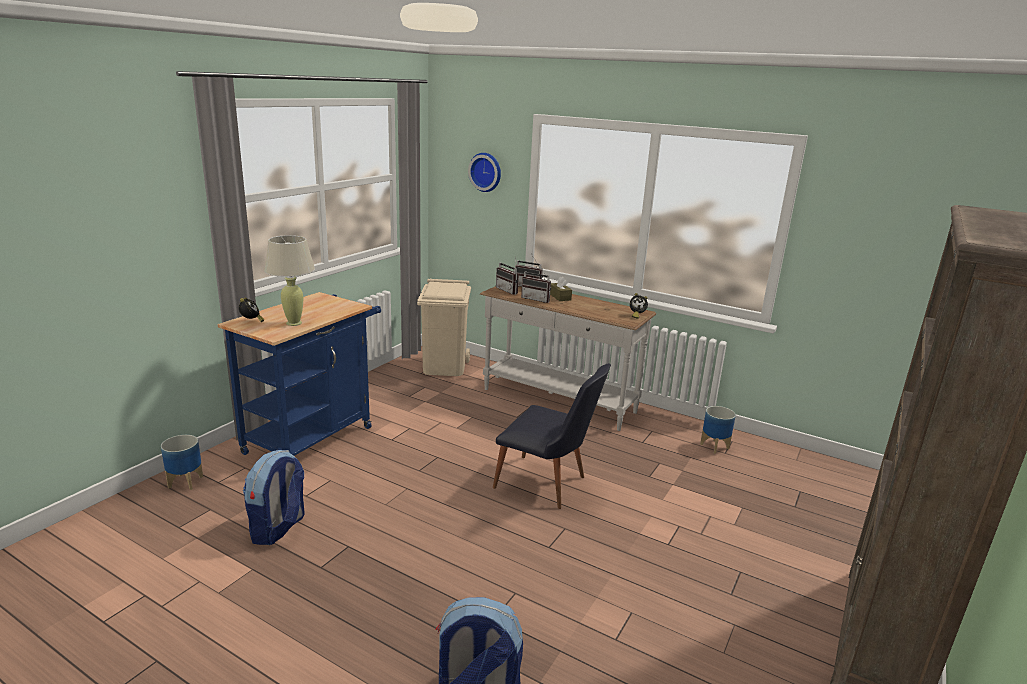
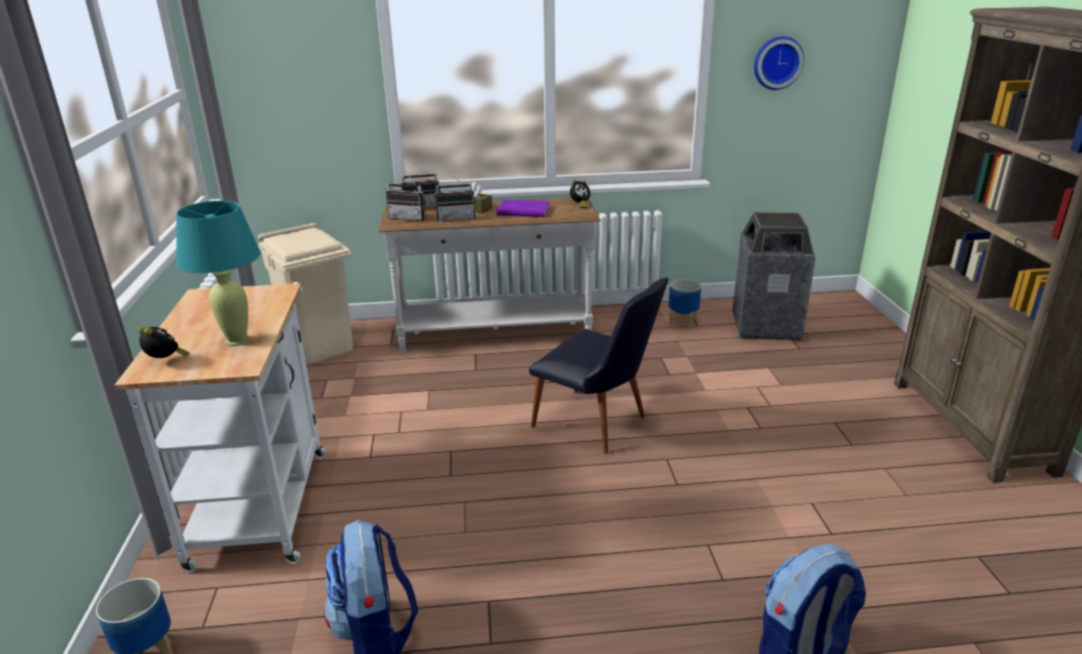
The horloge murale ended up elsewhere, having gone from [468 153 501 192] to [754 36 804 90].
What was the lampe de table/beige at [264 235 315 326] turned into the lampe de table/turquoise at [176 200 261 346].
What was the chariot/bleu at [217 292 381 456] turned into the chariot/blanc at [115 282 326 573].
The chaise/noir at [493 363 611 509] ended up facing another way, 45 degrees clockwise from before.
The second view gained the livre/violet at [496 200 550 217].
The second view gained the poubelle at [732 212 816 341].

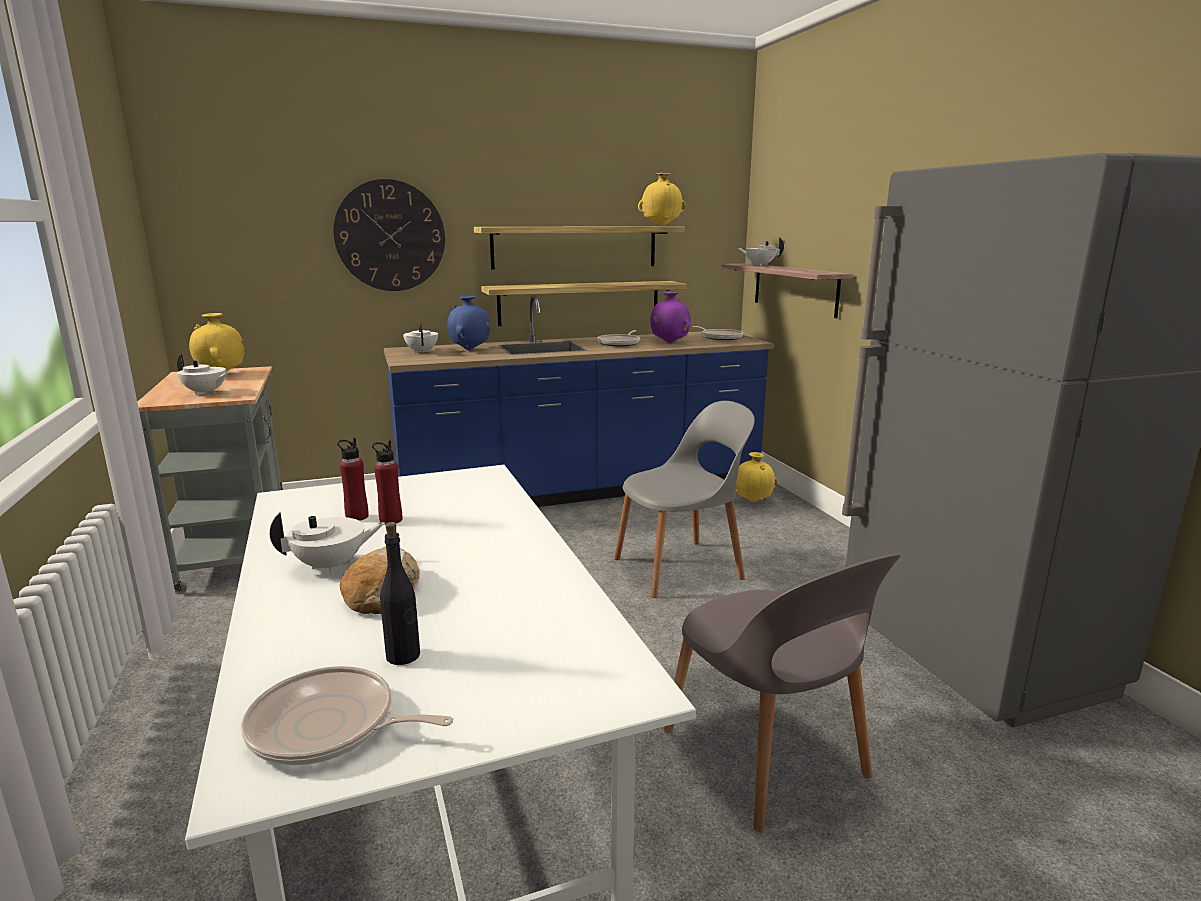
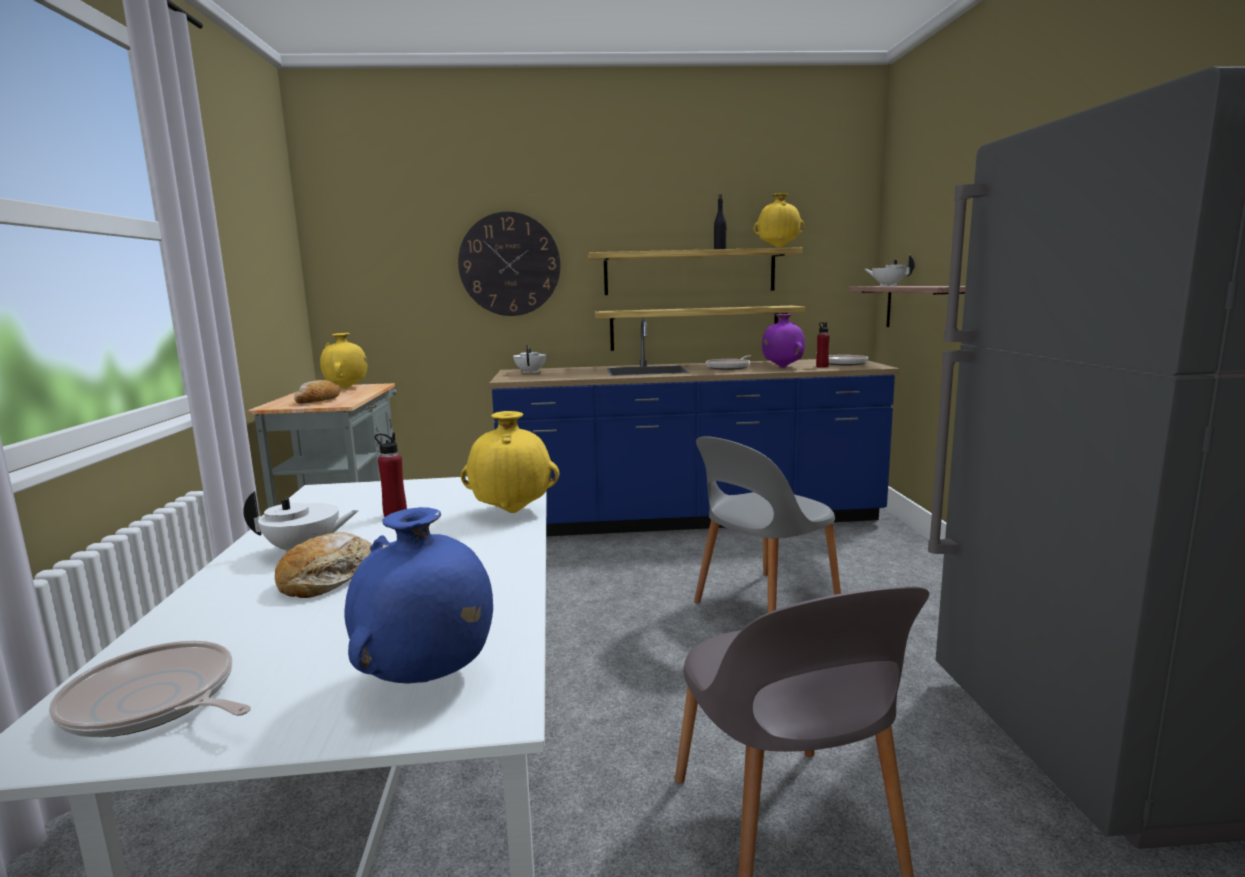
The vase/bleu ended up elsewhere, having gone from [447 296 490 350] to [344 507 493 683].
Where the théière/blanc stood at [177 354 229 396], the pain came to stand at [294 380 340 404].
The chaise/gris at [614 401 755 598] ended up facing another way, 150 degrees clockwise from before.
The bouteille/rouge ended up elsewhere, having gone from [337 438 369 521] to [816 322 830 368].
The vase/jaune ended up elsewhere, having gone from [736 452 777 502] to [461 411 559 513].
The bouteille/noir ended up elsewhere, having gone from [380 522 420 665] to [714 194 727 249].

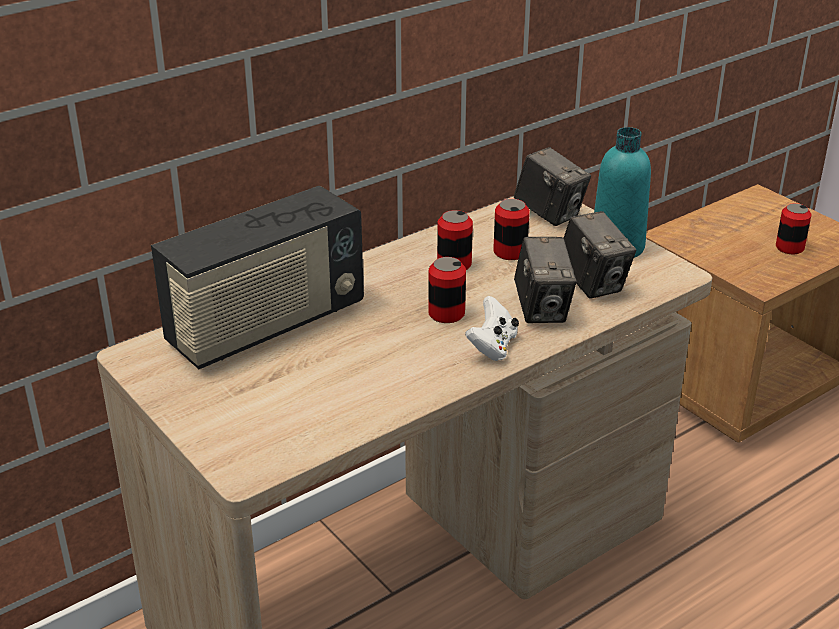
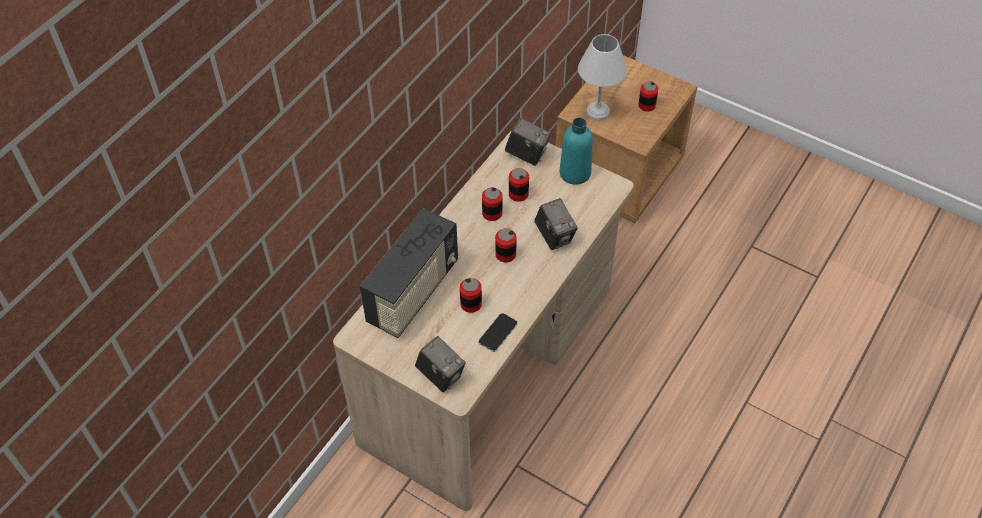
The appareil photo ended up elsewhere, having gone from [564 211 636 299] to [415 336 466 392].
The second view lost the manette/blanc at [465 296 519 361].
The second view gained the lampe de table/blanc at [578 34 627 121].
The second view gained the boîte métallique at [460 278 482 313].
The second view gained the téléphone at [478 313 518 352].

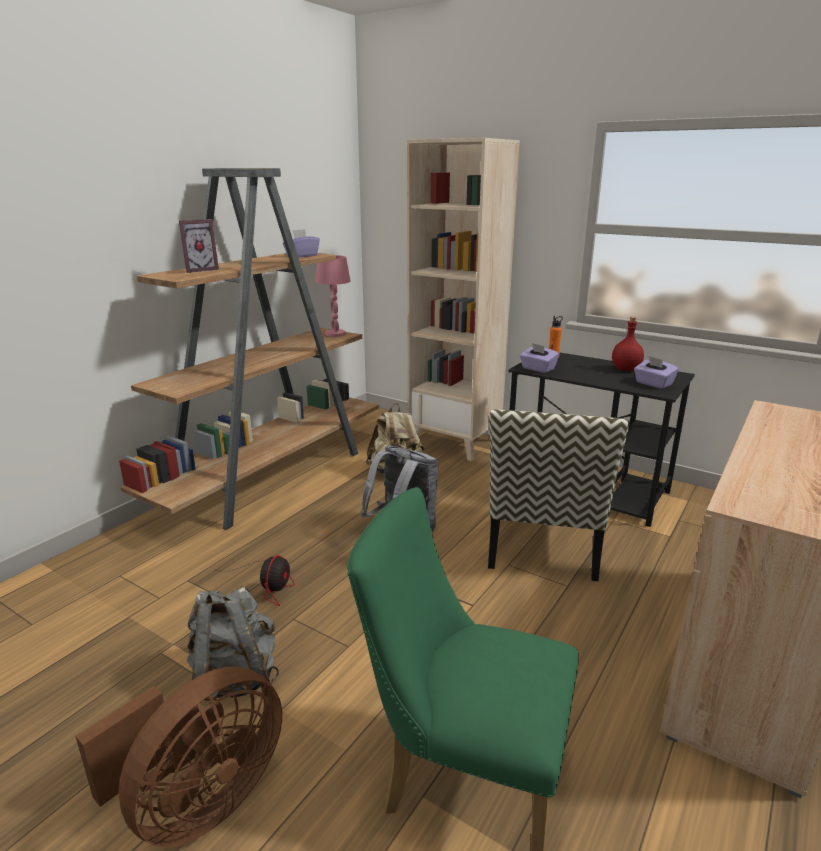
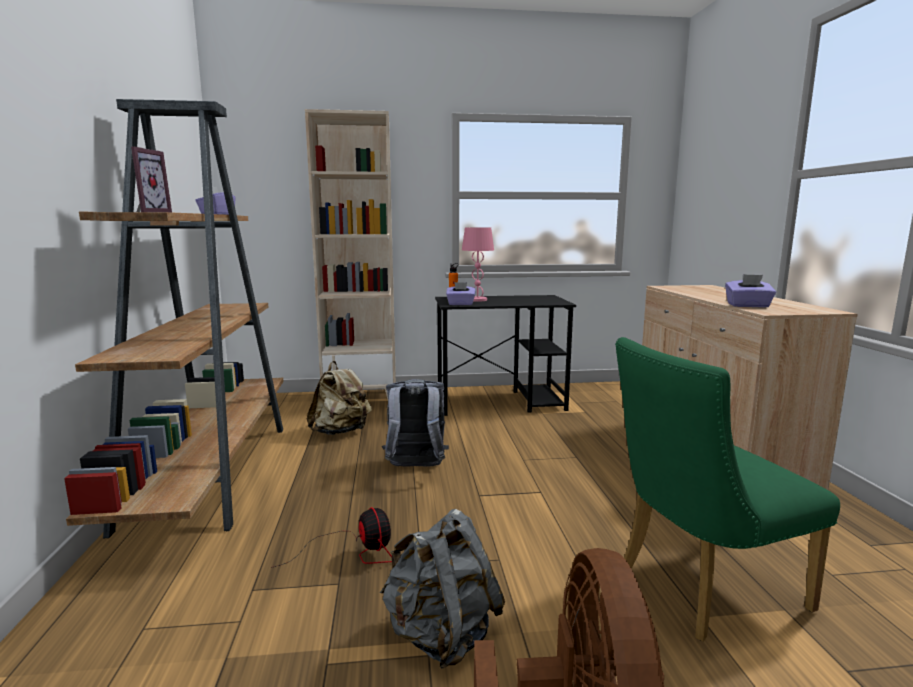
The lampe de table/rose ended up elsewhere, having gone from [316 255 350 337] to [462 227 494 302].
The second view lost the bouteille/rouge at [612 317 644 371].
The boîte à mouchoirs/violet ended up elsewhere, having gone from [634 356 679 389] to [725 274 776 308].
The second view lost the chaise at [488 409 629 581].

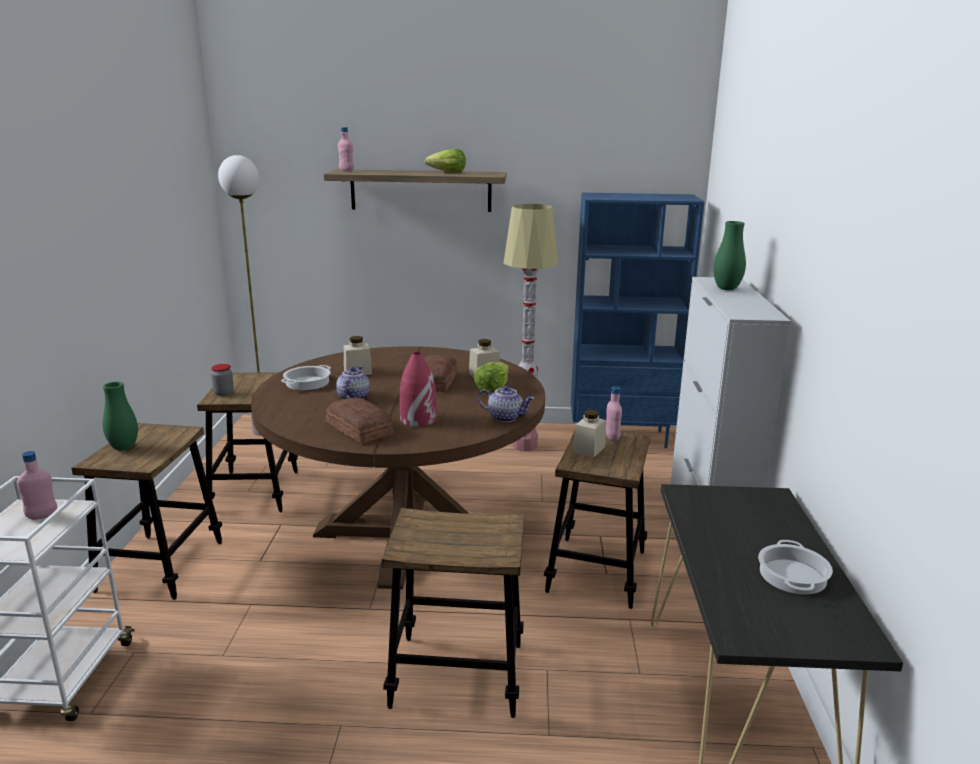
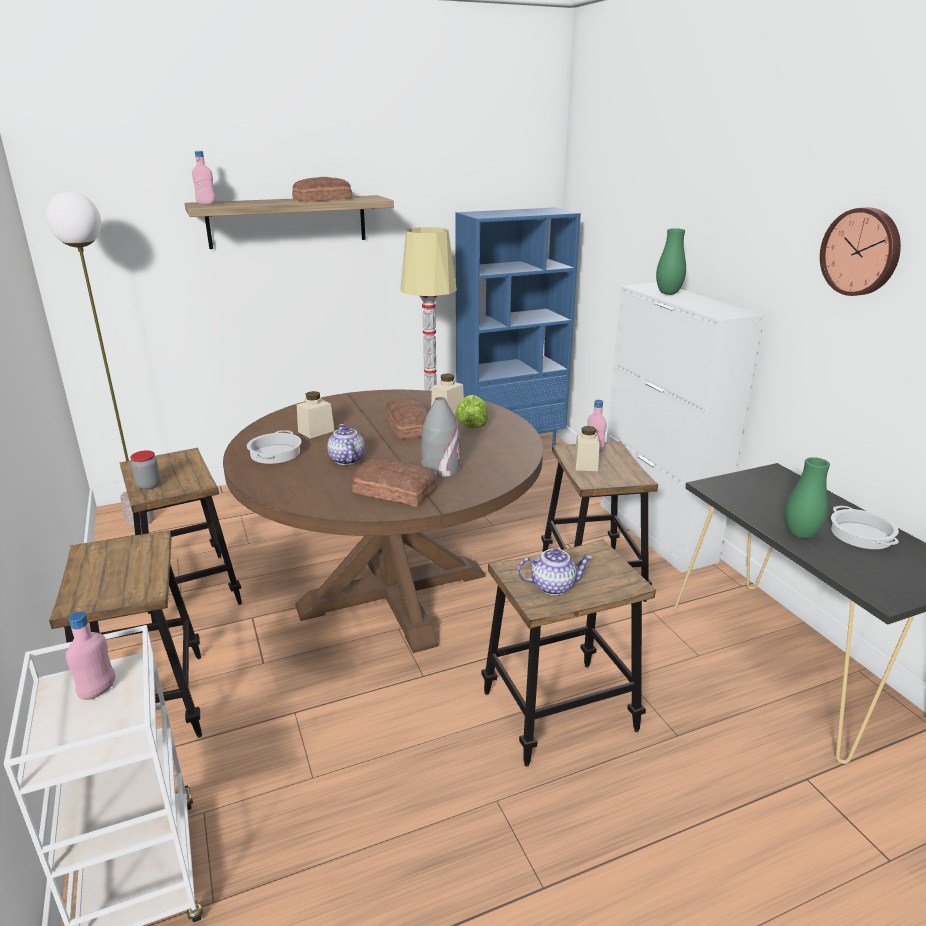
Where the laitue stood at [424 149 466 173], the pain came to stand at [292 177 352 202].
What was the vase/rouge at [400 352 437 427] turned into the vase/gris at [421 397 461 477].
The vase/vert ended up elsewhere, having gone from [103 382 138 451] to [785 457 830 539].
The théière ended up elsewhere, having gone from [478 385 534 422] to [517 548 592 595].
The second view gained the horloge murale at [820 207 901 296].

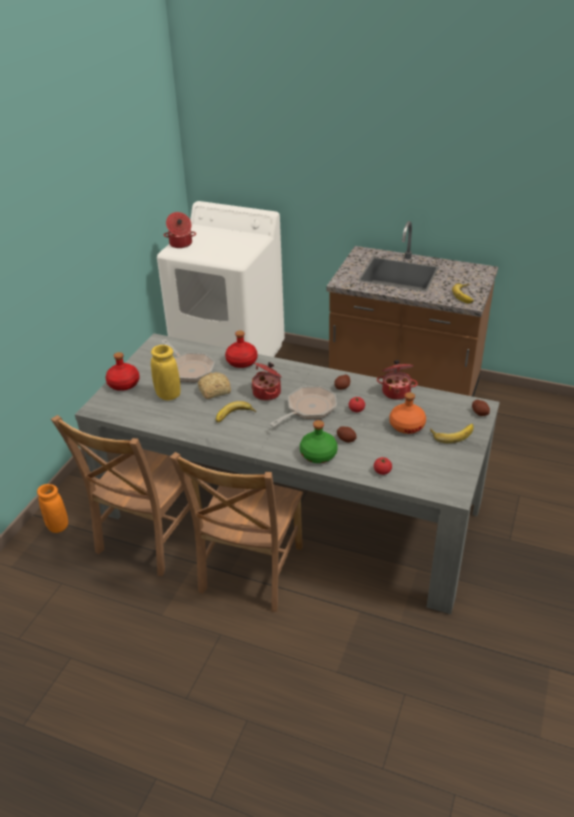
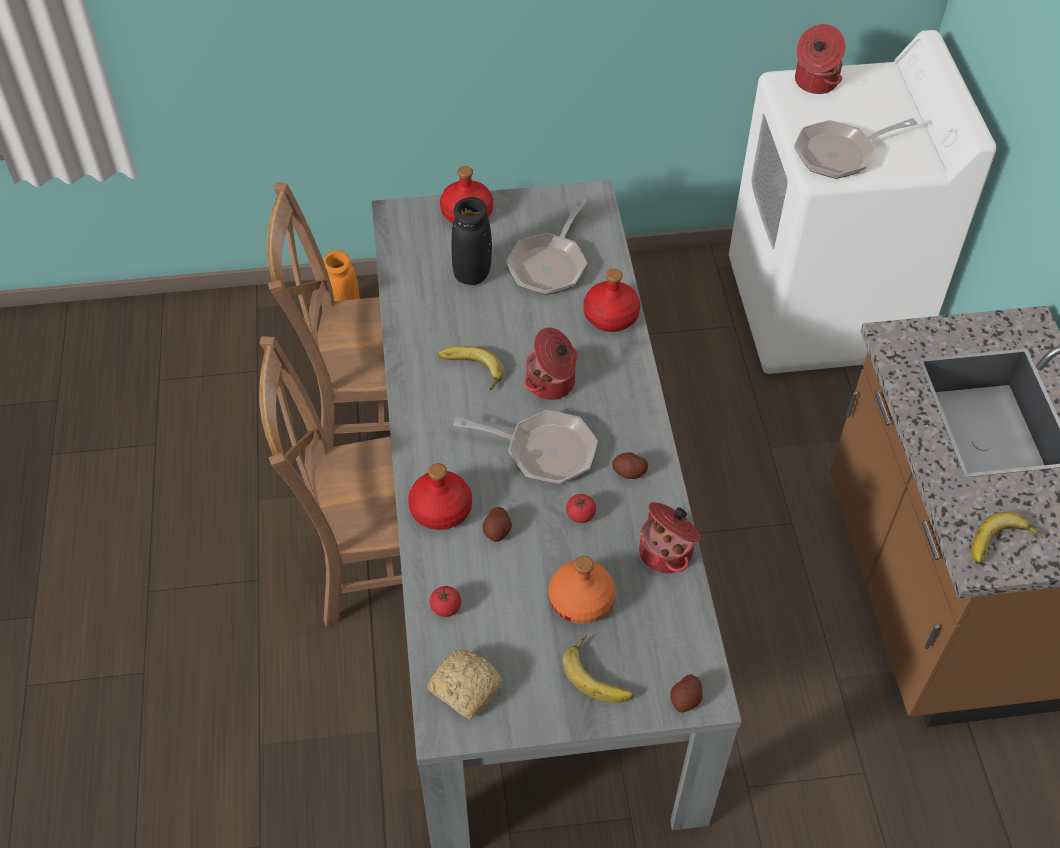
What was the vase/jaune at [151 345 180 400] turned into the vase/noir at [451 197 492 285].
The pain ended up elsewhere, having gone from [197 372 231 399] to [427 650 503 719].
What was the bouteille/vert at [300 420 338 463] turned into the bouteille/rouge at [408 463 472 530].
The second view gained the poêle at [794 118 918 179].

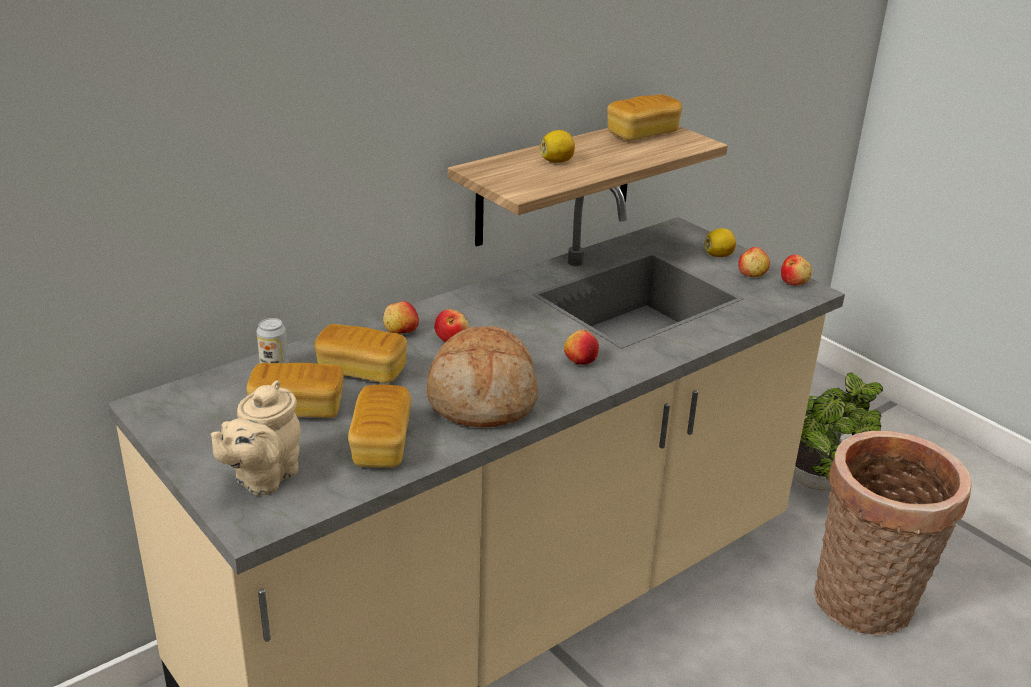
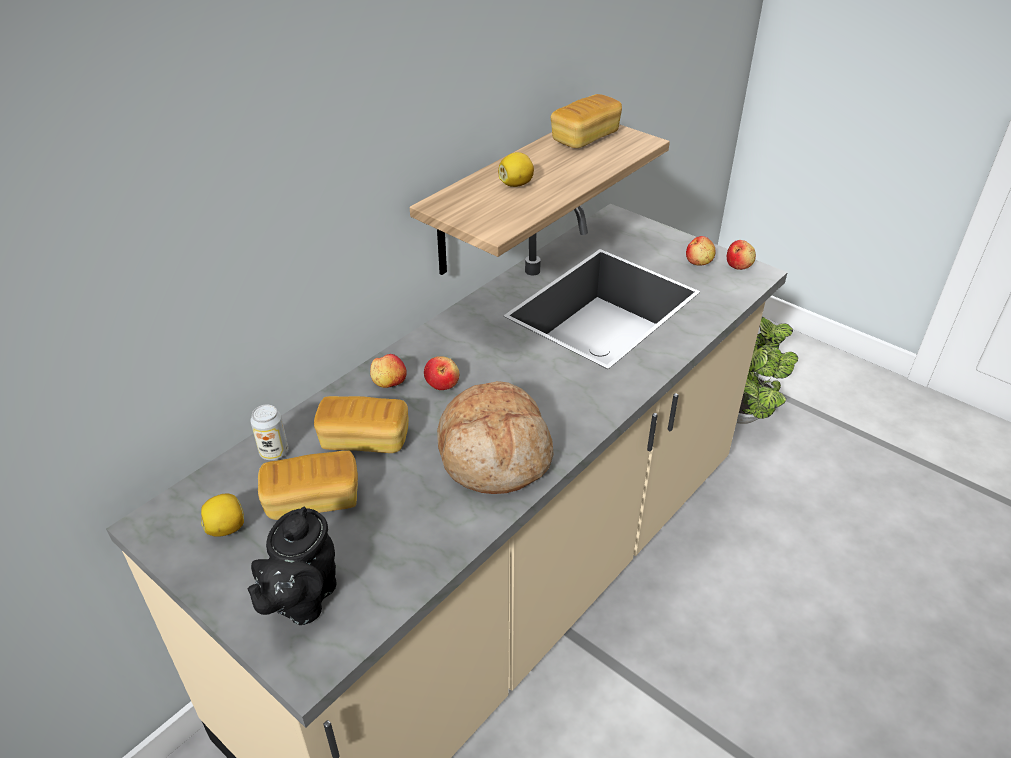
The citron ended up elsewhere, having gone from [704 228 736 257] to [201 494 244 537].
The second view lost the pomme at [564 330 599 365].
What was the théière/beige at [211 380 301 495] turned into the théière/noir at [248 507 337 625].
The second view lost the pain at [348 385 411 468].
The second view lost the panier at [814 431 972 635].

